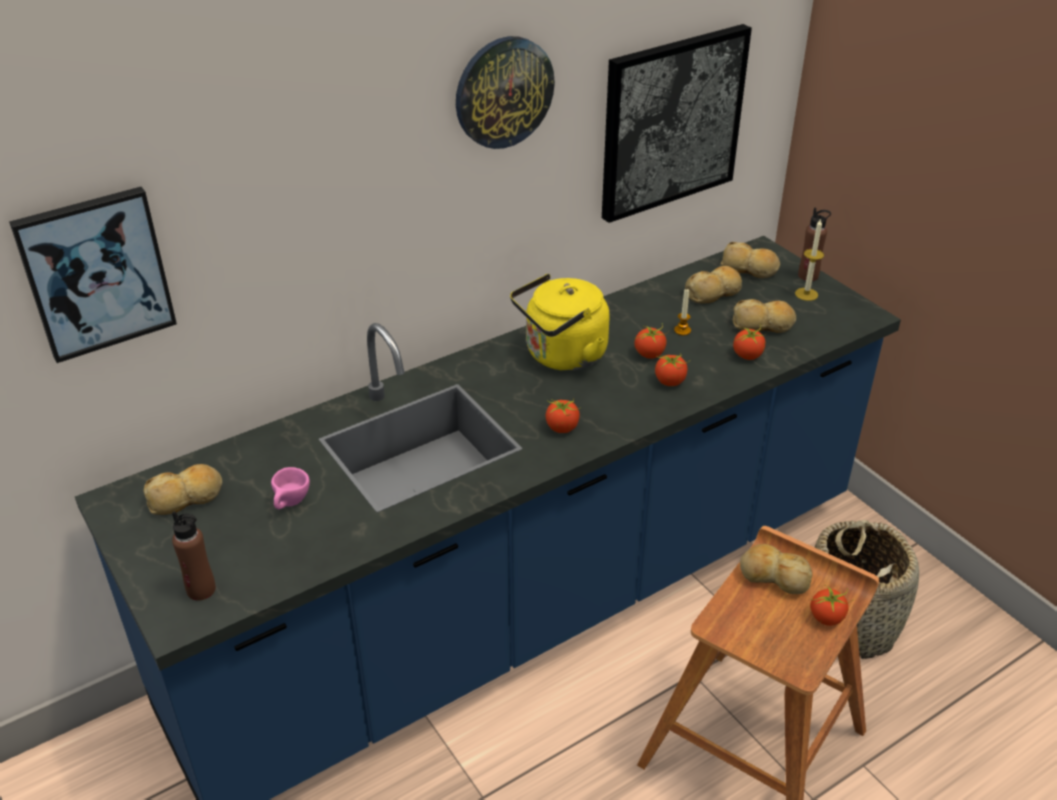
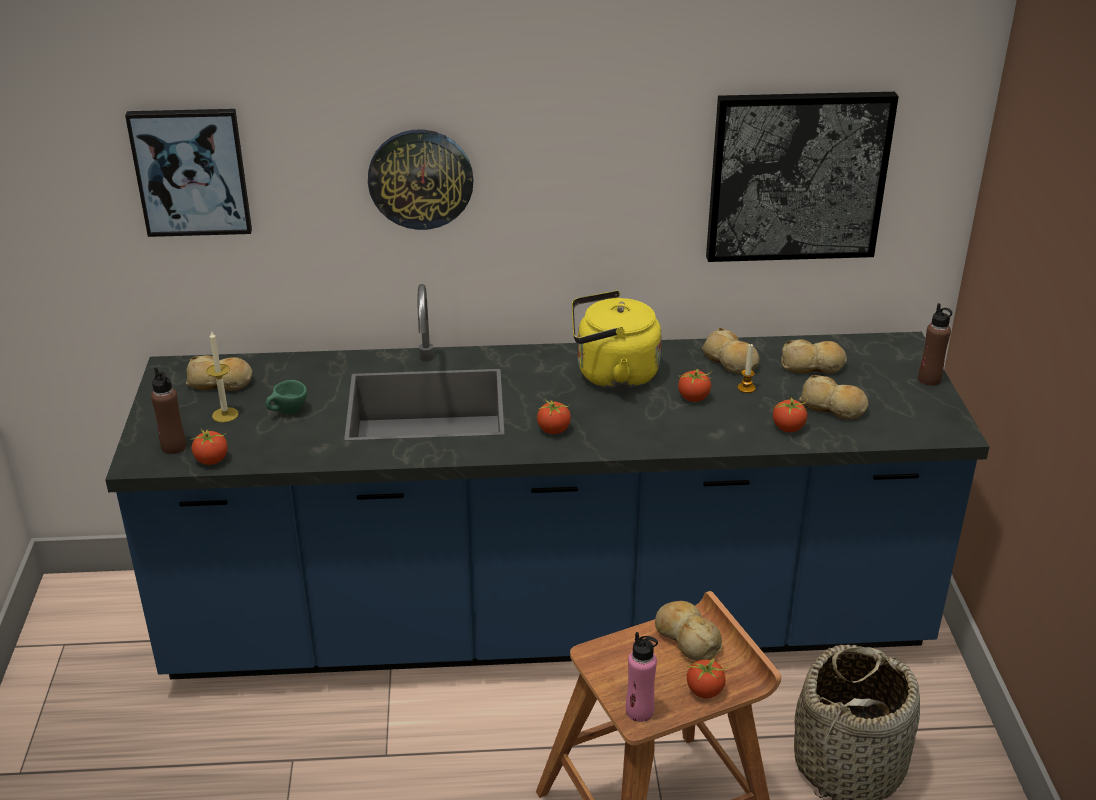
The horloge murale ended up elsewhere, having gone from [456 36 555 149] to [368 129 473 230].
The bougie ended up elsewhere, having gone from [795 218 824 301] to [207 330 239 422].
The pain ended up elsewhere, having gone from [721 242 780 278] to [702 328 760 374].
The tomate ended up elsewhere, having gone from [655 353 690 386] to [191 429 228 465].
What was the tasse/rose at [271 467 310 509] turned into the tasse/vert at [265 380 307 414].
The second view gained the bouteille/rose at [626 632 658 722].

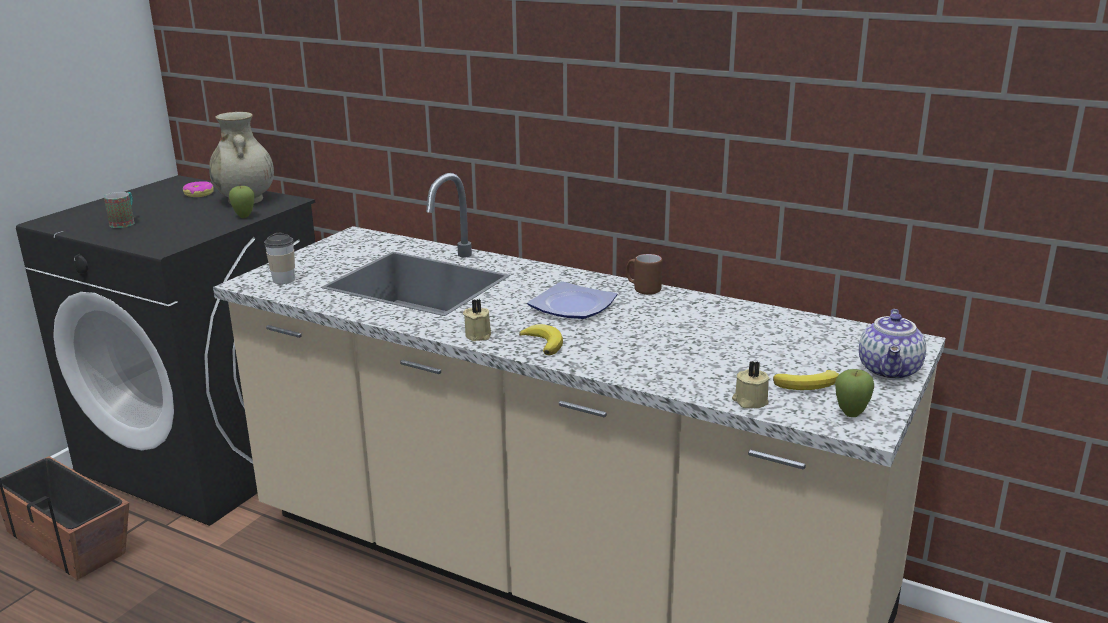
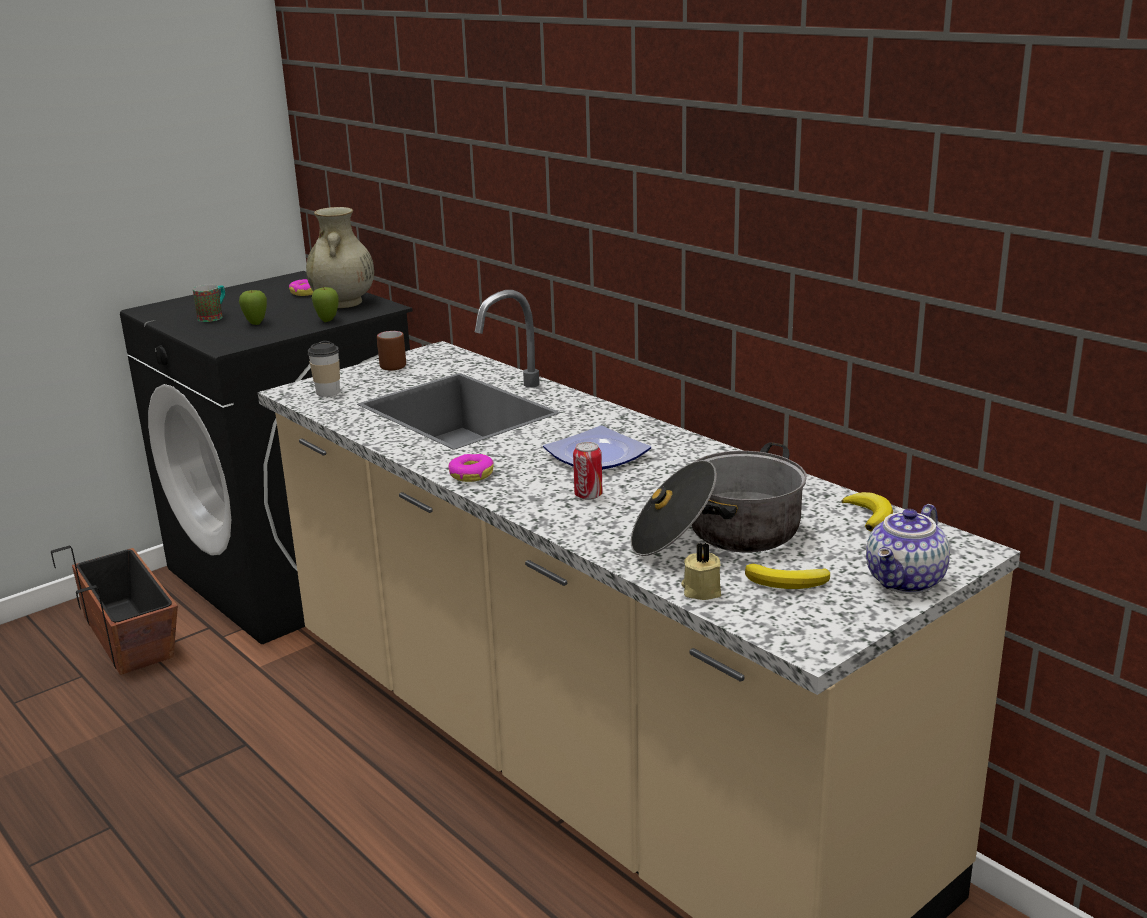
The mug/marron ended up elsewhere, having gone from [626 254 662 295] to [377 331 406 370].
Where the bougie/beige stood at [463 299 491 341], the beignet came to stand at [448 454 494 482].
The banane ended up elsewhere, having gone from [519 324 563 355] to [842 492 893 531].
The pomme ended up elsewhere, having gone from [835 369 874 417] to [239 289 267 325].
The second view gained the boîte métallique at [573 442 603 500].
The second view gained the marmite at [631 442 807 556].

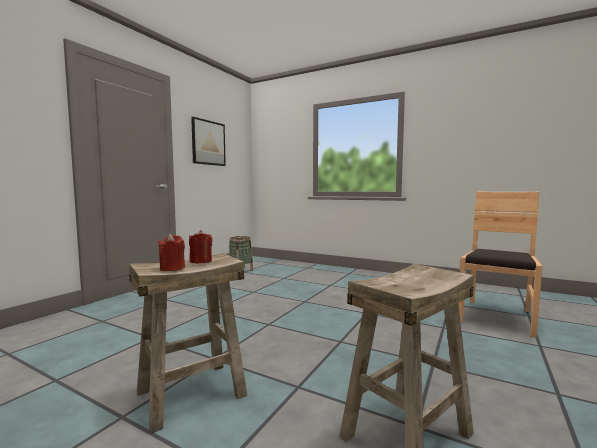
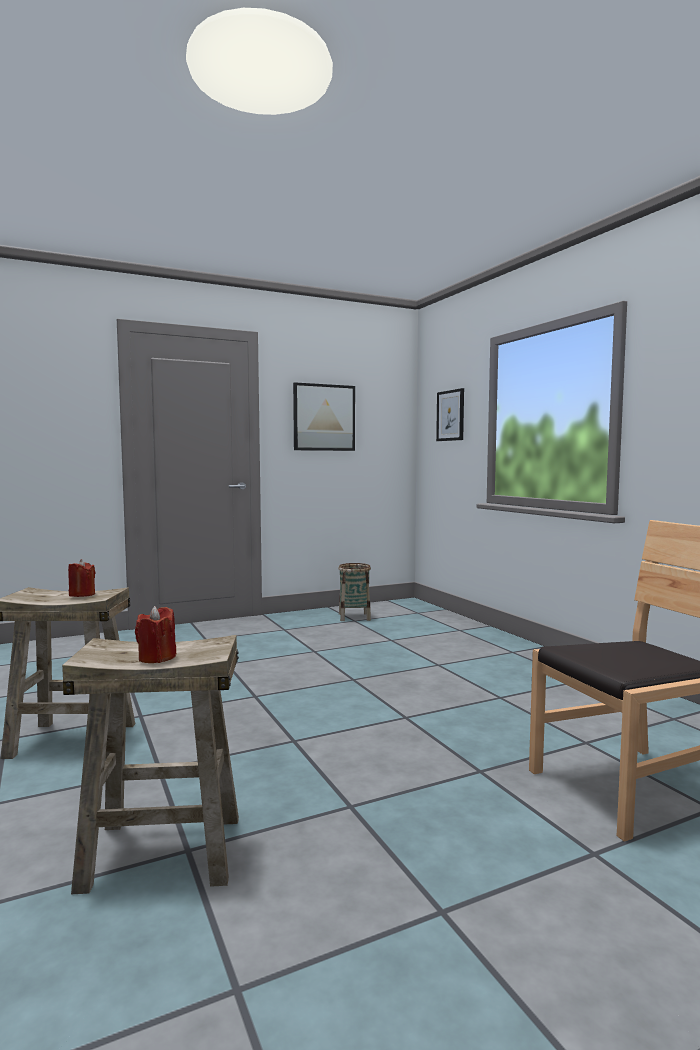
The bougie/rouge ended up elsewhere, having gone from [158 234 185 271] to [135 606 176 663].
The second view gained the tableau at [436 388 464 441].

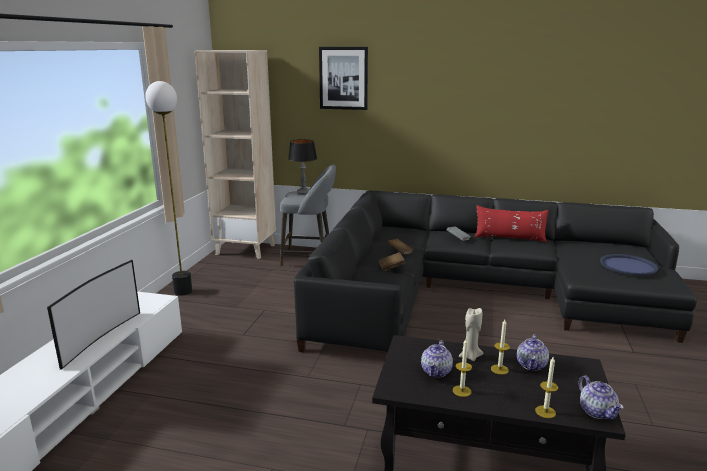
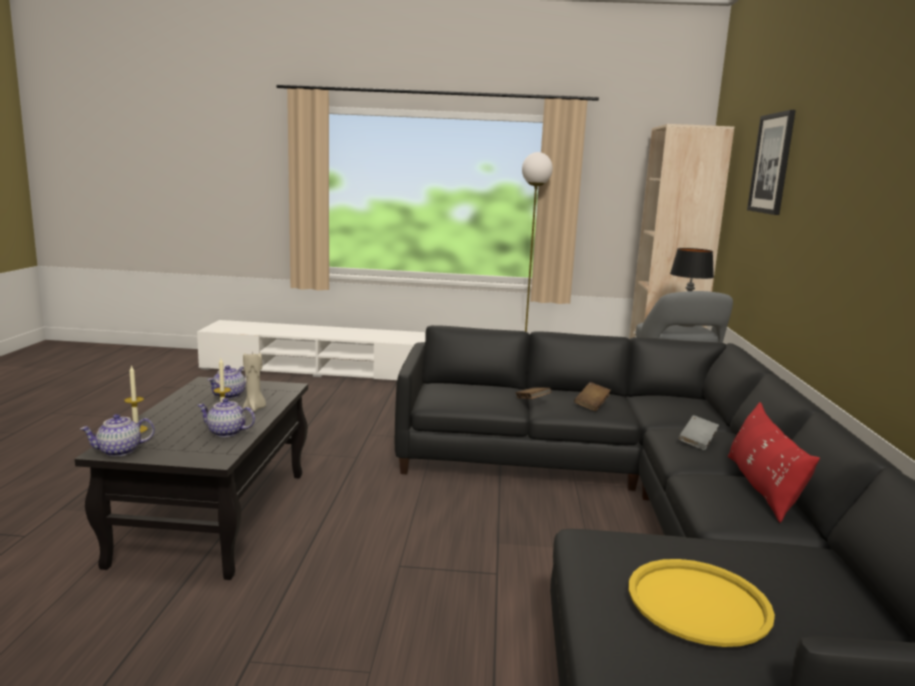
What was the plateau/bleu at [600 254 658 276] turned into the plateau/jaune at [629 559 775 647].
The second view lost the téléviseur at [47 260 140 370].
The second view lost the bougie at [453 339 472 397].
The théière at [421 340 453 377] ended up facing another way, 75 degrees counterclockwise from before.

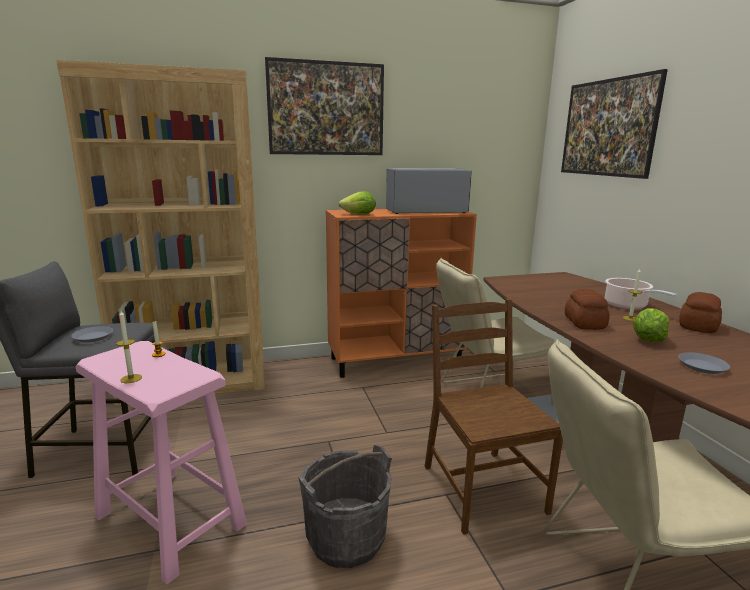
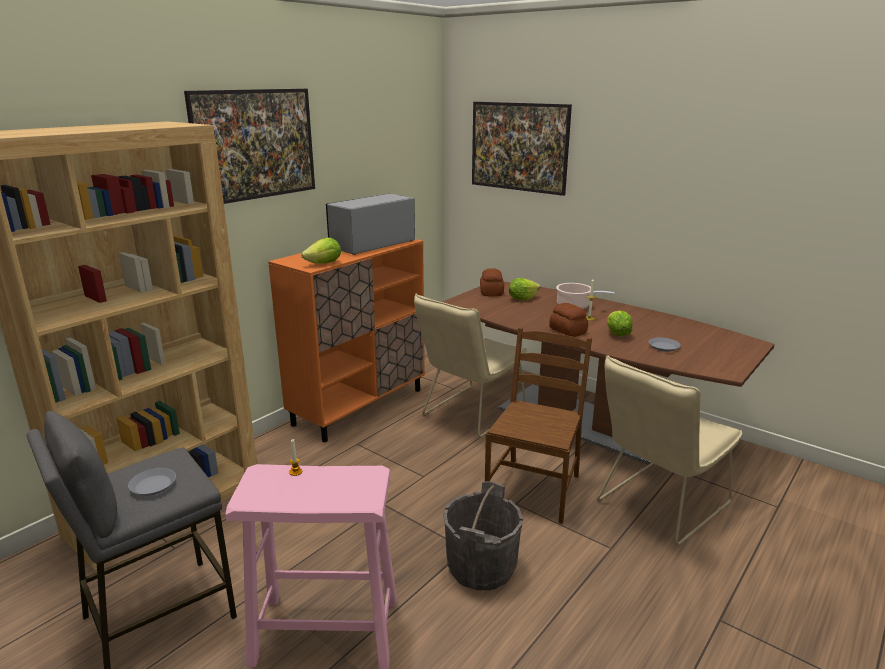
The pain ended up elsewhere, having gone from [679 292 722 333] to [480 269 504 297].
The chaise/marron at [425 299 563 535] ended up facing another way, 75 degrees clockwise from before.
The second view lost the bougie at [116 311 142 383].
The second view gained the laitue at [509 278 540 300].

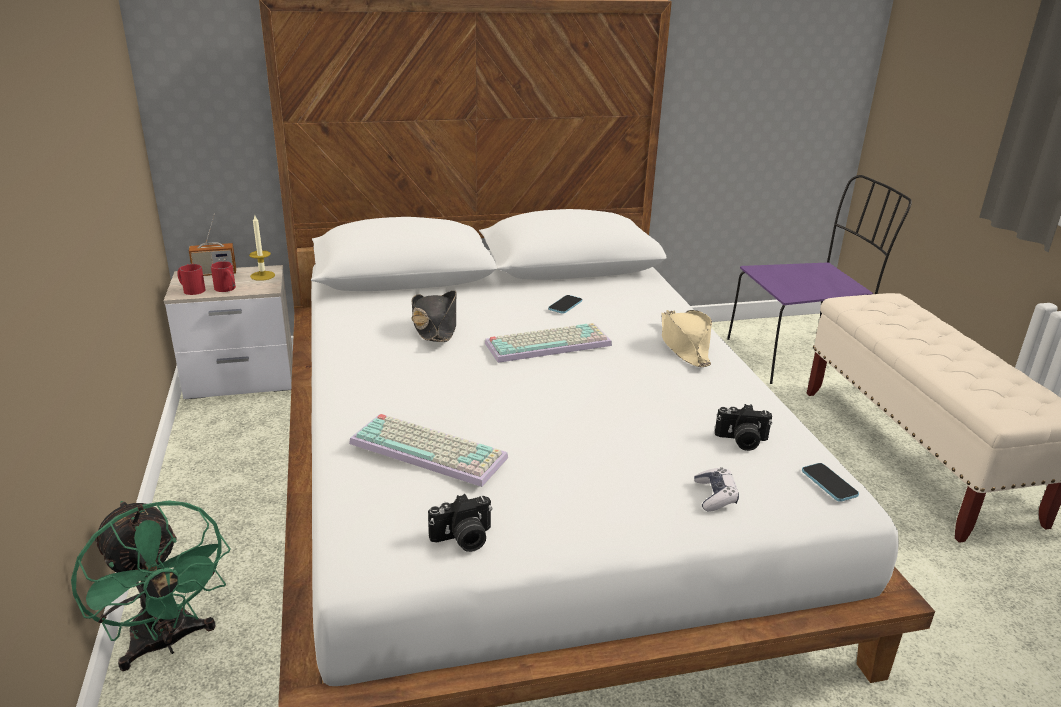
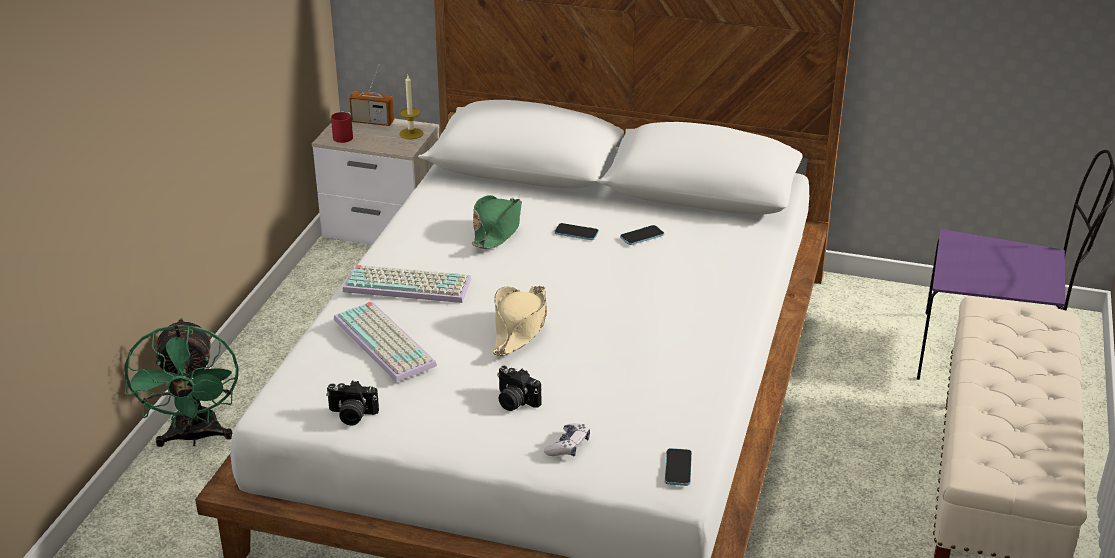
The second view lost the mug/rouge at [211 261 236 292].
What was the chapeau/noir at [411 291 456 342] turned into the chapeau/vert at [472 195 522 249].
The chapeau/beige ended up elsewhere, having gone from [662 310 712 367] to [493 286 547 356].
The clavier ended up elsewhere, having gone from [485 323 612 363] to [343 265 471 303].
The appareil photo ended up elsewhere, having gone from [715 404 772 451] to [497 366 541 411].
The second view gained the téléphone at [555 223 599 240].

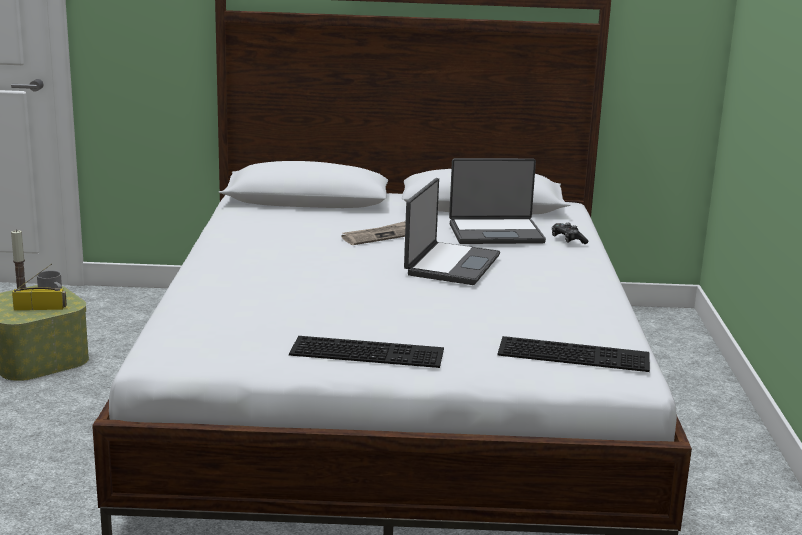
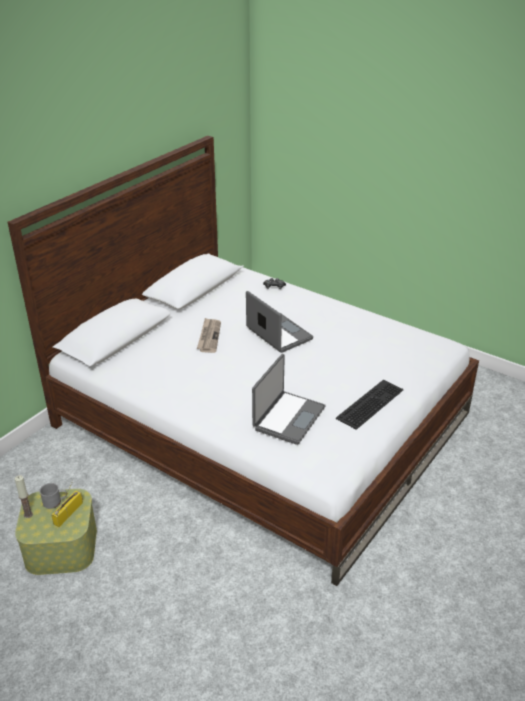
The ordinateur portable ended up elsewhere, having gone from [449 158 546 244] to [252 354 325 445].
The second view lost the clavier at [497 336 650 372].

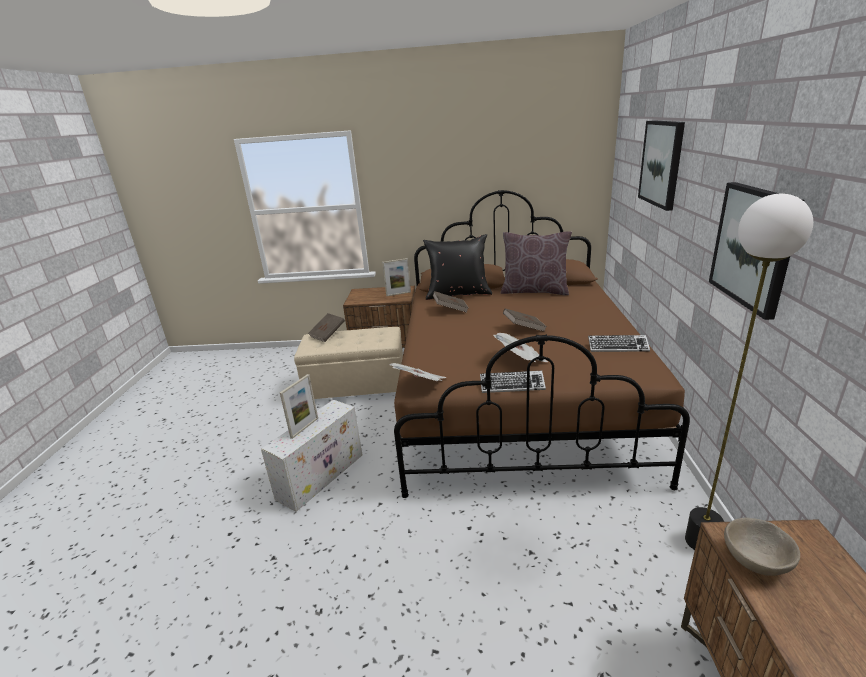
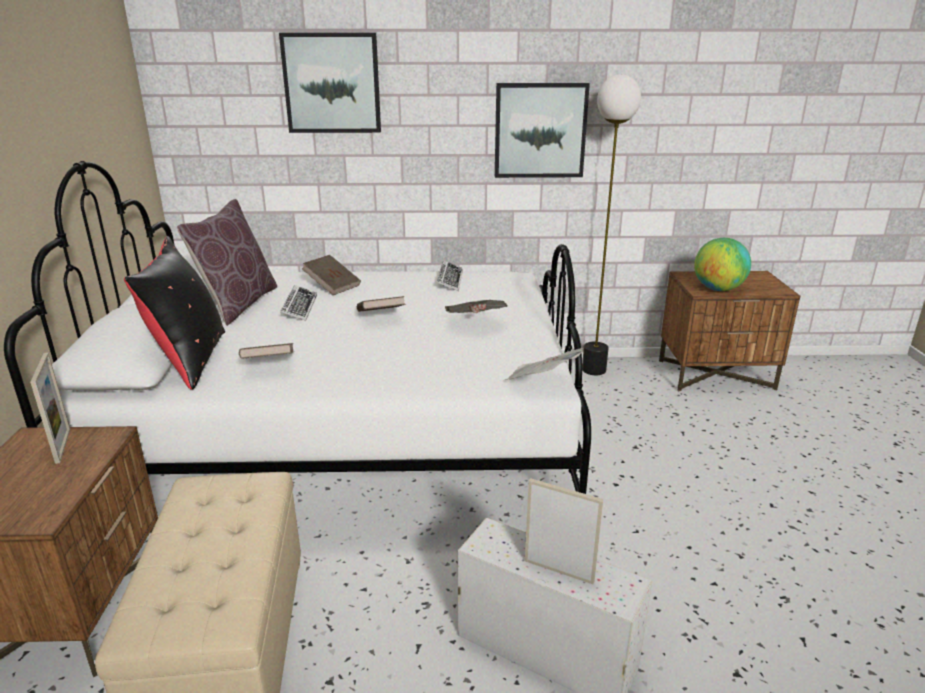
What was the lit/marron at [394 190 690 498] turned into the lit/blanc at [4 161 591 494].
The livre/marron ended up elsewhere, having gone from [308 313 345 342] to [302 255 361 295].
The clavier ended up elsewhere, having gone from [480 371 546 393] to [281 285 317 321].
Where the bol/beige stood at [724 518 800 576], the globe came to stand at [694 238 751 291].

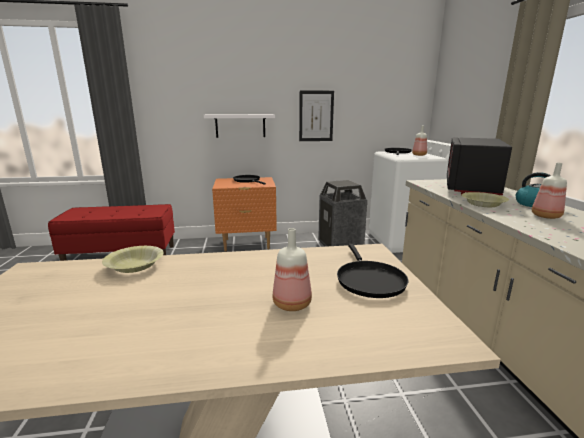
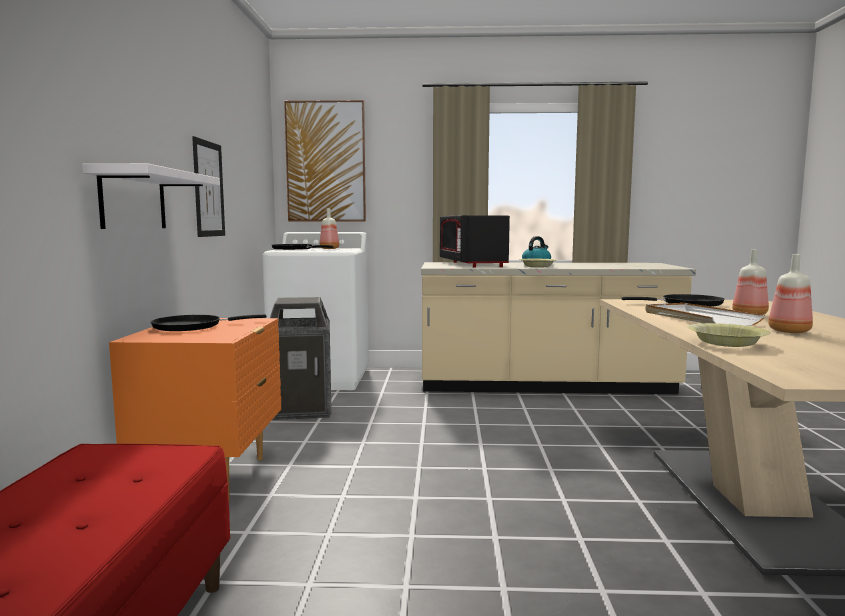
The micro-ondes/noir at [447 137 512 195] ended up facing another way, 45 degrees clockwise from before.
The bouteille ended up elsewhere, having gone from [532 163 567 219] to [768 254 813 333].
The second view gained the tableau at [284 100 366 222].
The second view gained the plateau/blanc at [645 303 765 326].

